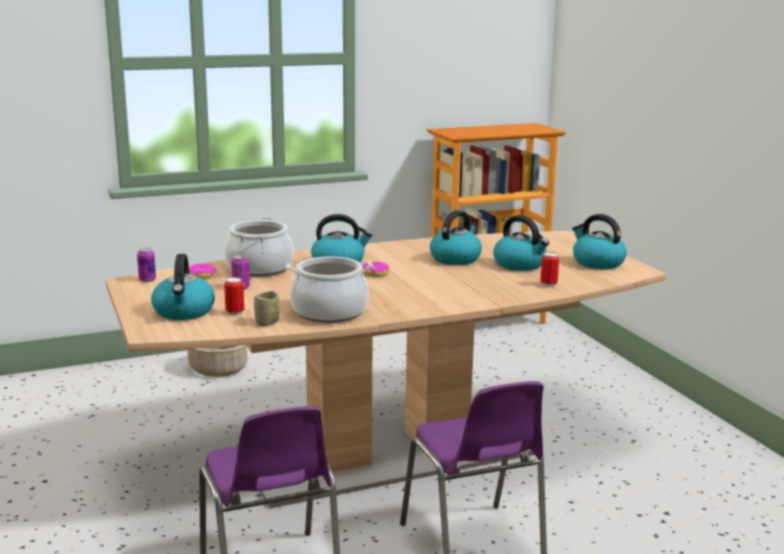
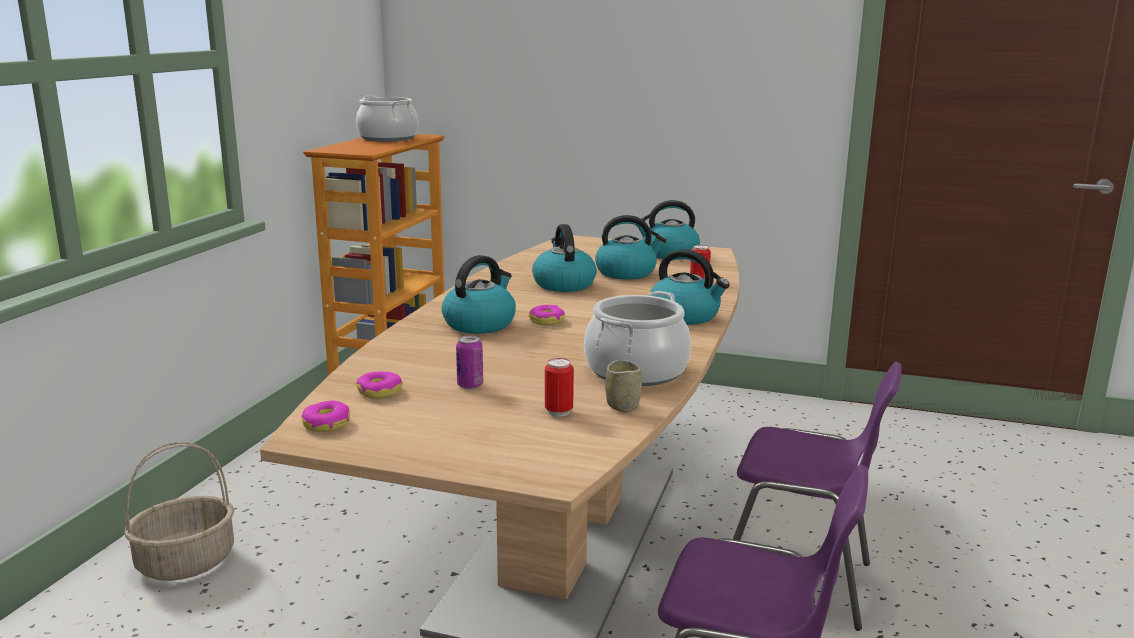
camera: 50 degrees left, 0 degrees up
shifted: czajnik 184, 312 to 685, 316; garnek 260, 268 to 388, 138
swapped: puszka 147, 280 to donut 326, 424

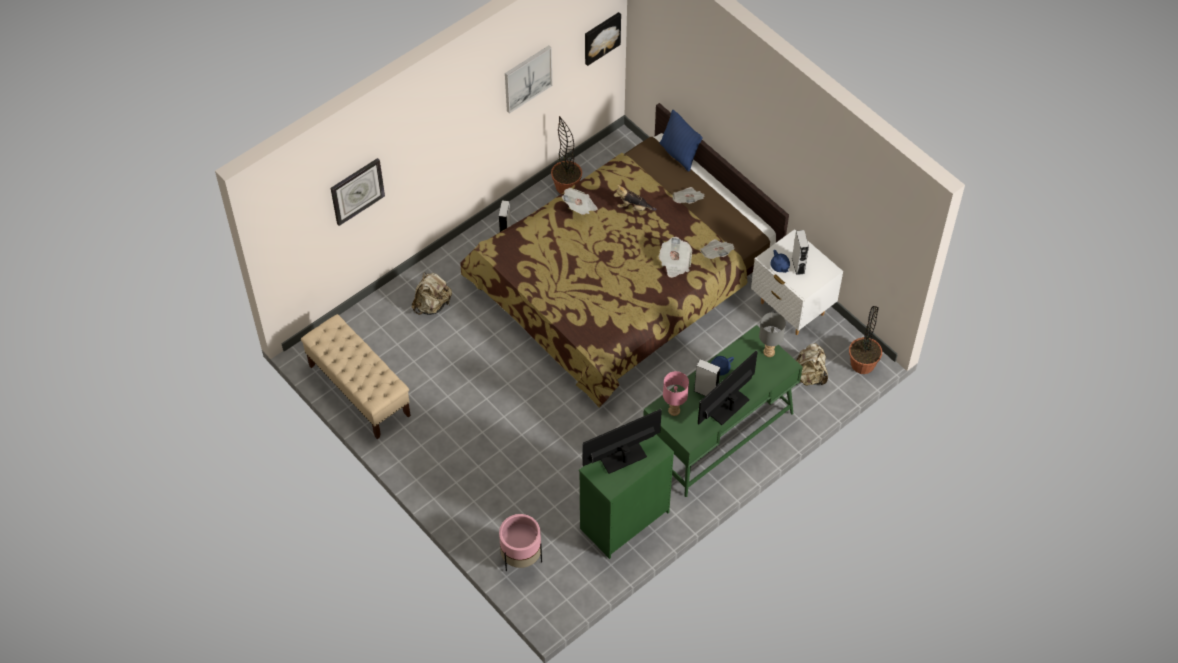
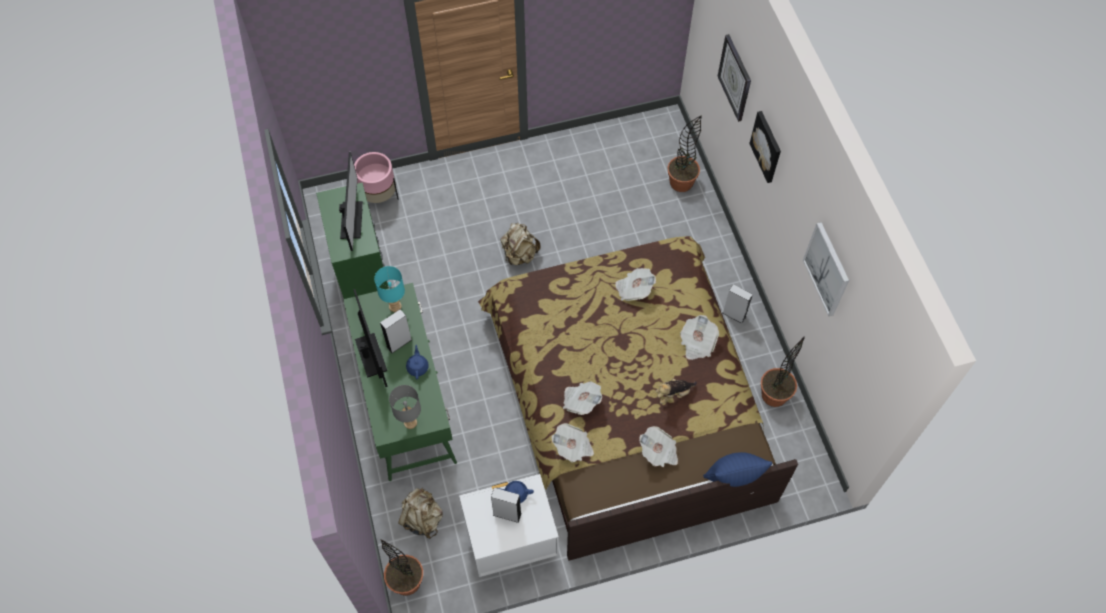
camera: 115 degrees right, 5 degrees up
gone: ławka/beżowy 359, 390
new: gazeta 634, 289; roślina doniczkowa 681, 182
shifted: plecak/beżowy 432, 305 to 519, 254; obraz 601, 37 to 767, 146
repainted: lampa stołowa/różowy 674, 410 to lampa stołowa/turkusowy 395, 307
rotated: pluszak 633, 208 = 673, 394 150 degrees counterclockwise

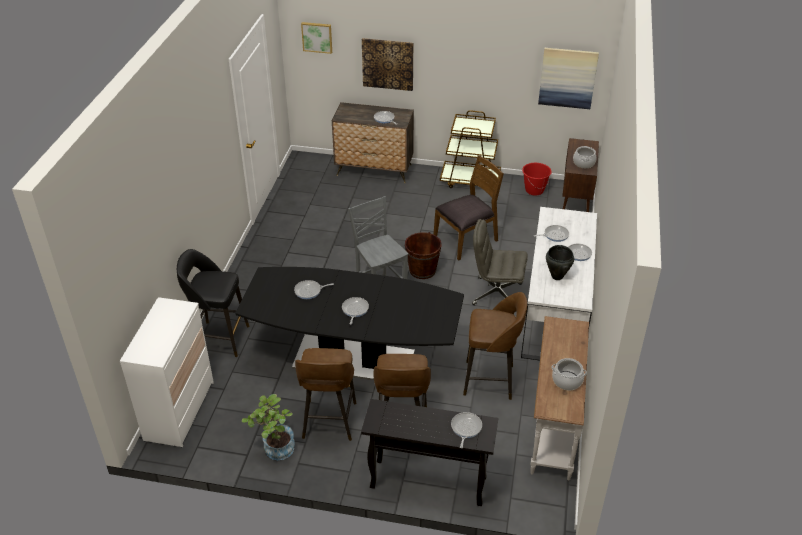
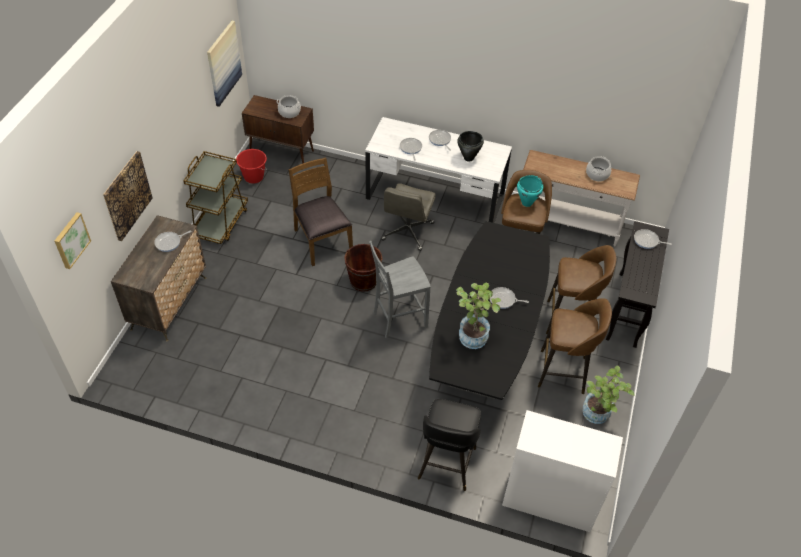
camera: 85 degrees left, 10 degrees up
new: garnek/turkusowy 526, 203
swapped: patelnia 309, 291 to roślina doniczkowa 473, 333

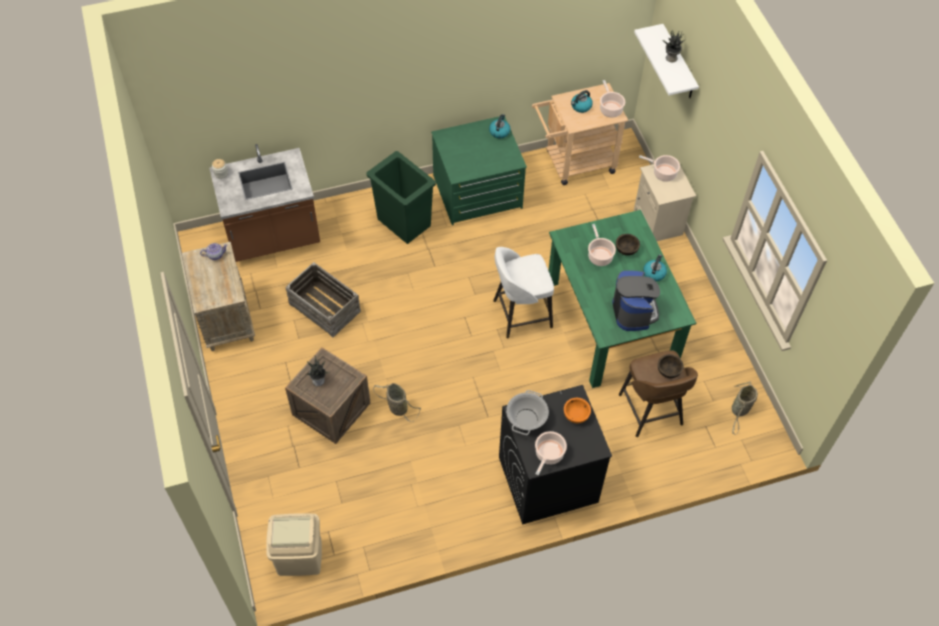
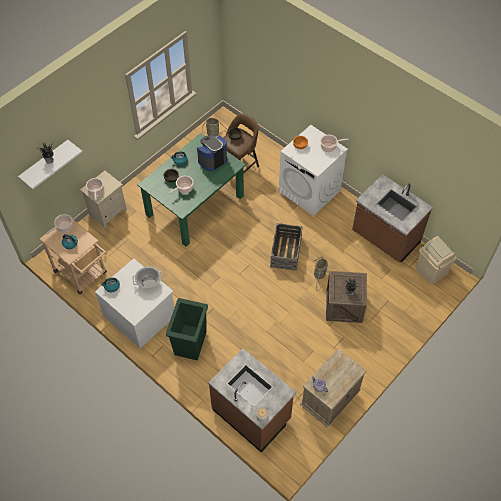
camera: 120 degrees left, 0 degrees up
gone: stołek/biały 520, 314
new: zabudowa kuchenna/brązowy 385, 238
shifted: skrzynka 324, 308 to 286, 252; garnek 526, 418 to 148, 282
repainted: komoda/zielony 477, 193 to komoda/biały 140, 315; pralka/czarny 547, 480 to pralka/biały 310, 191

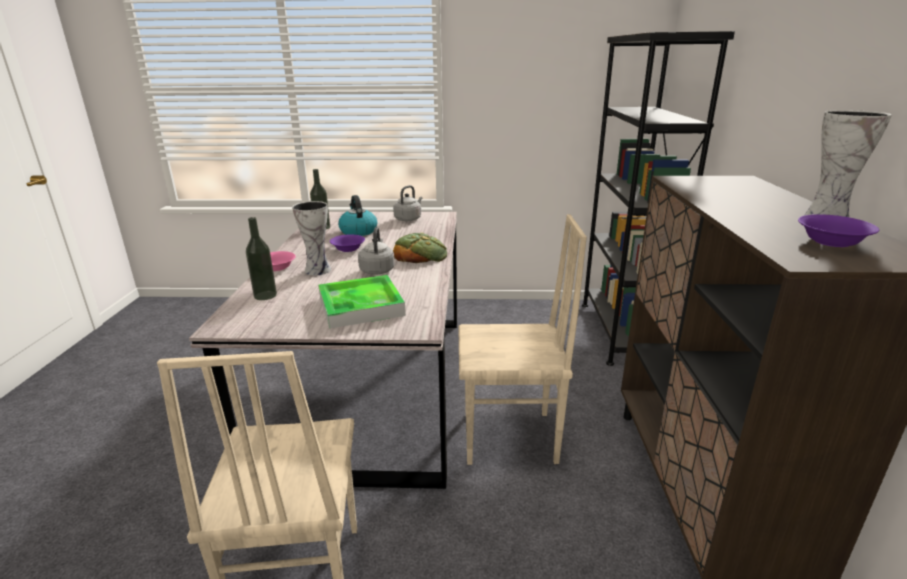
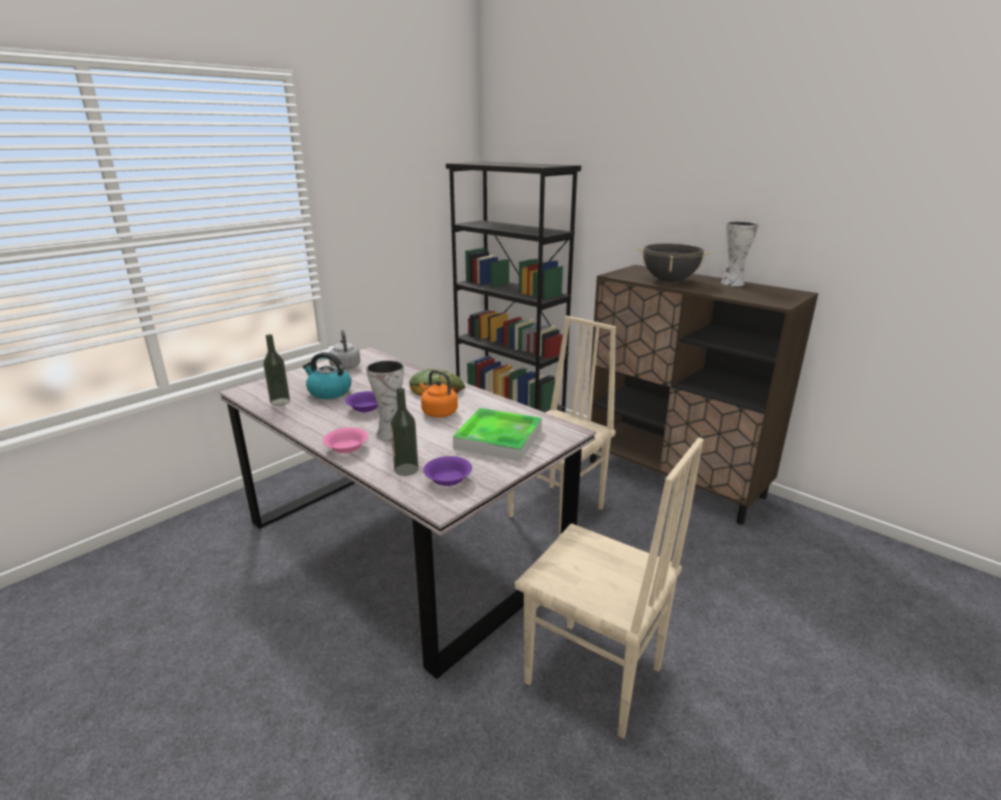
camera: 50 degrees left, 0 degrees up
new: garnek/czarny 669, 281
shifted: miska/fioletowy 833, 242 to 449, 480
repainted: czajnik/szary 377, 270 to czajnik/pomarańczowy 438, 412

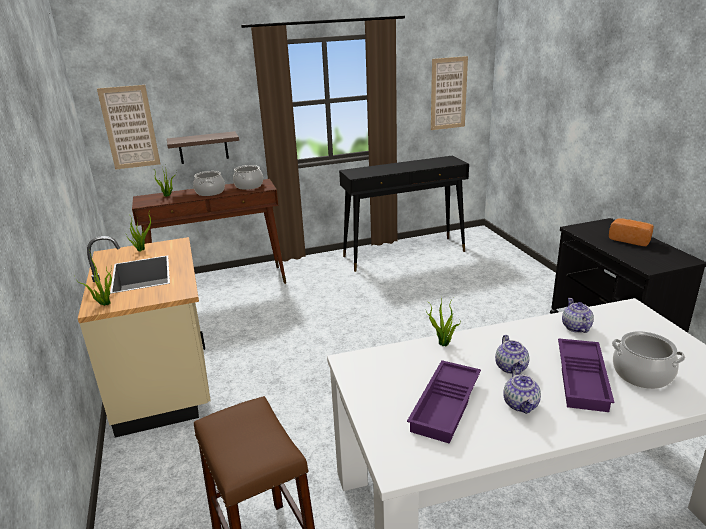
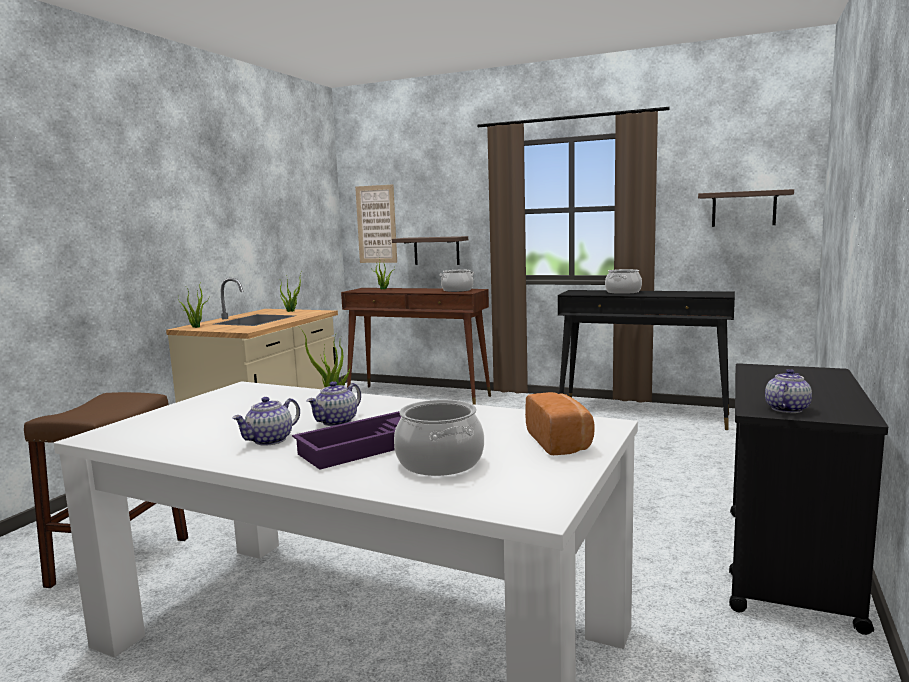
camera: 40 degrees right, 15 degrees down
gone: taca/fioletowy 447, 406
shifted: garnek 210, 192 to 623, 292; imbryk 575, 327 to 786, 409; chleb 630, 240 to 560, 442
swapped: obraz 448, 93 to półka 743, 209

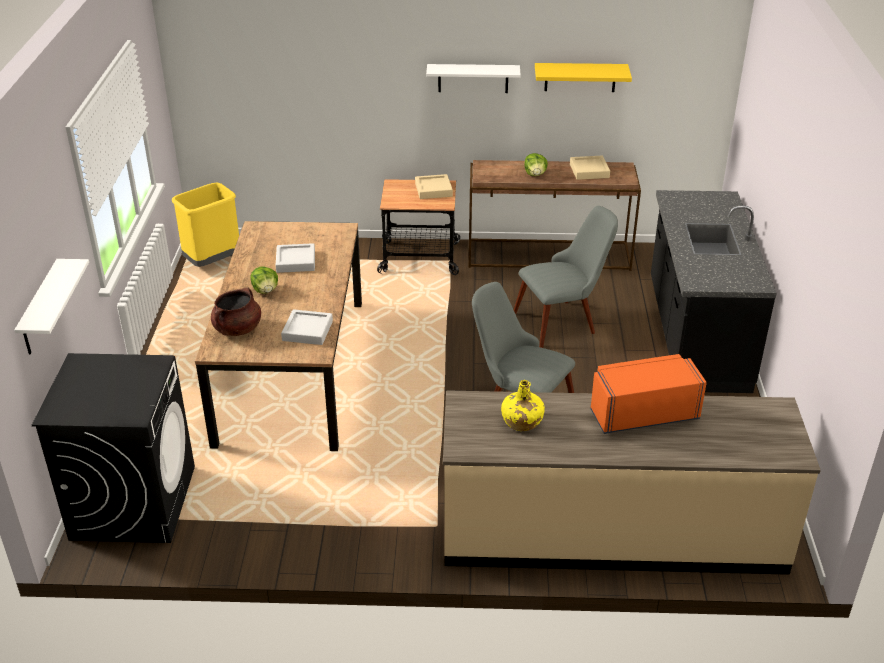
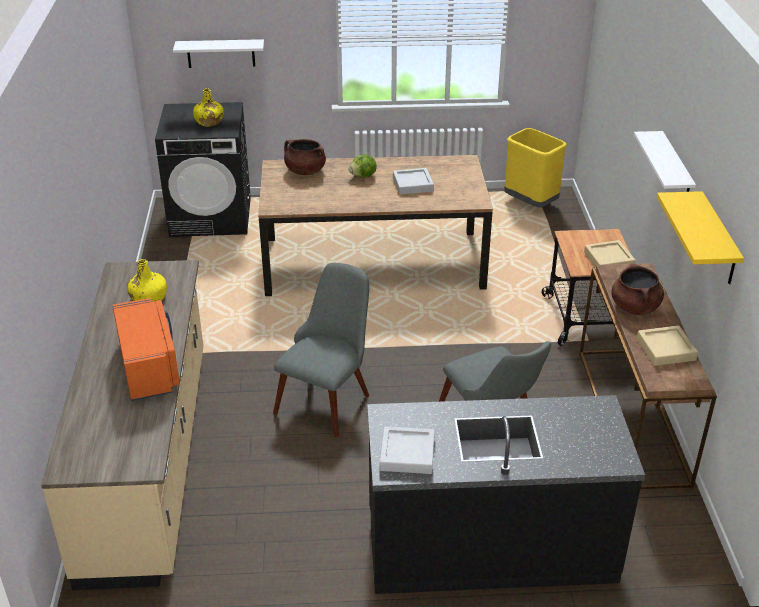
camera: 85 degrees right, 0 degrees up
new: butelka/żółty 209, 122
shifted: taca/szary 307, 331 to 407, 454
swapped: sałata 535, 174 to garnek/brązowy 635, 307

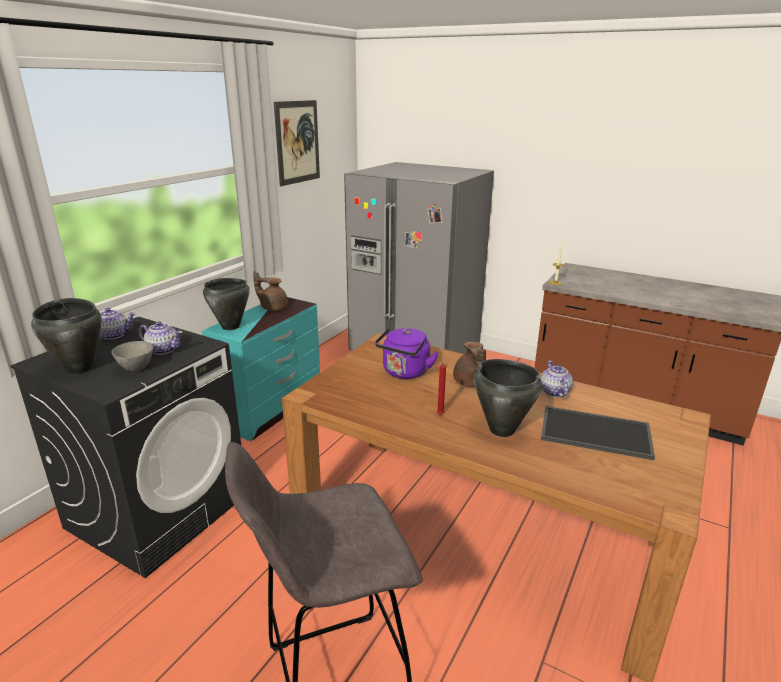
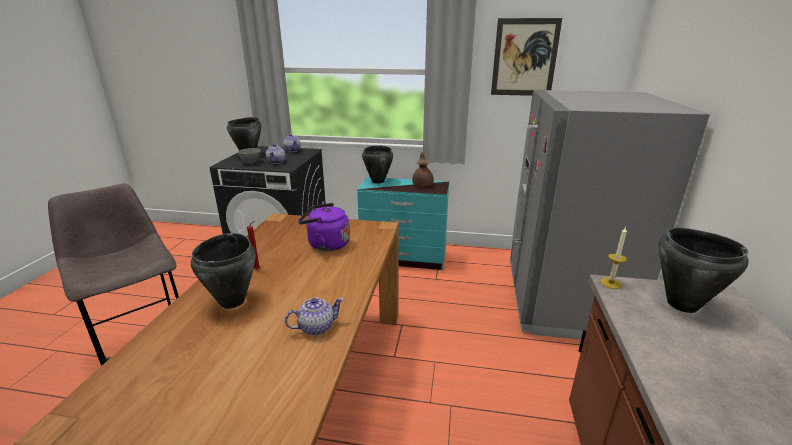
camera: 70 degrees right, 0 degrees up
gone: imbryk/brązowy 471, 383; taca 594, 433
new: garnek/czarny 681, 304

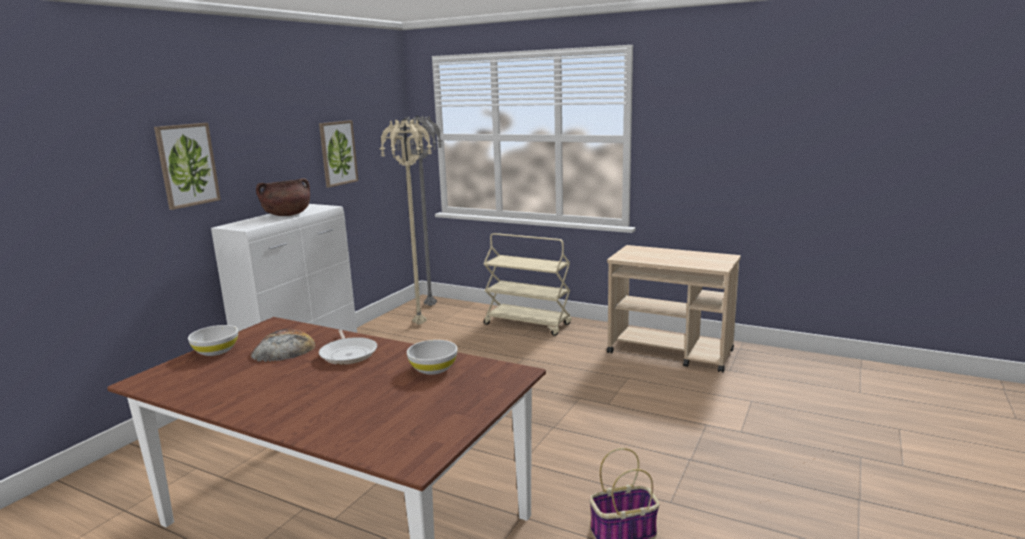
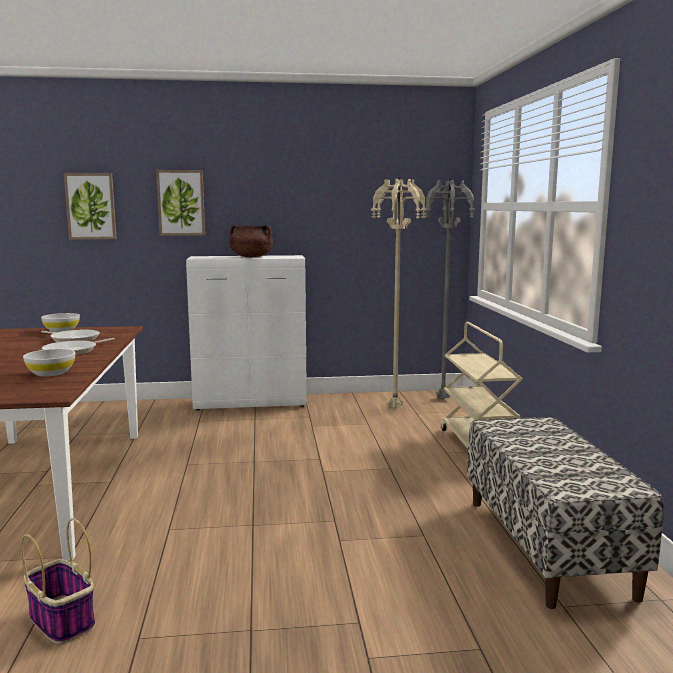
camera: 55 degrees right, 5 degrees down
shifted: obraz 338, 153 to 91, 206
swapped: chleb 284, 349 to patelnia 73, 339; wózek/beżowy 671, 352 to ławka 547, 545

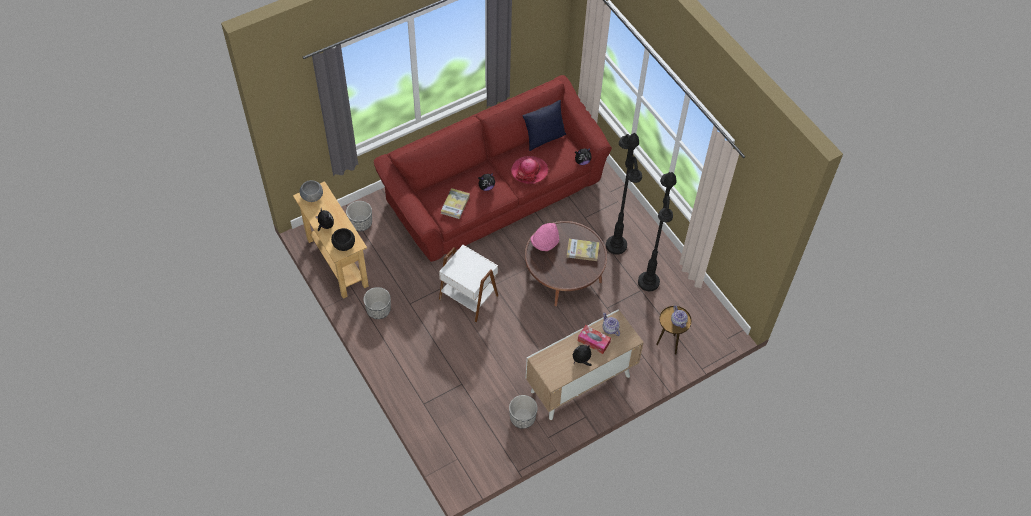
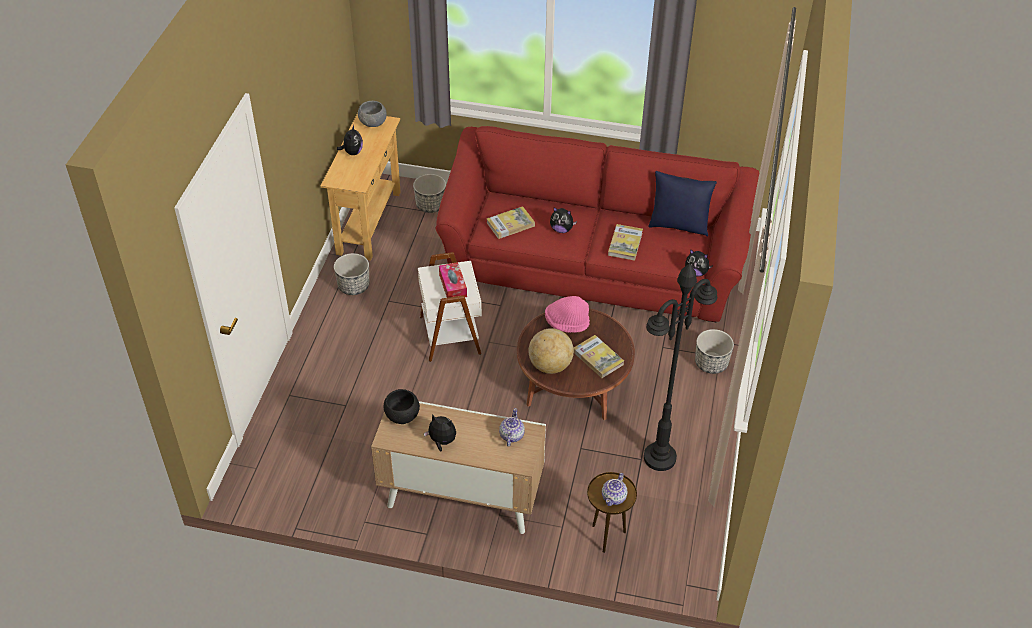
camera: 45 degrees right, 10 degrees down
gone: lampa stojąca/czarny 616, 246
new: globus 550, 366
shifted: miska/czarny 344, 244 to 402, 415; donica 522, 418 to 711, 363; pudełko chusteczek 593, 341 to 453, 285
swapped: kapelusz 529, 171 to książka 625, 244

